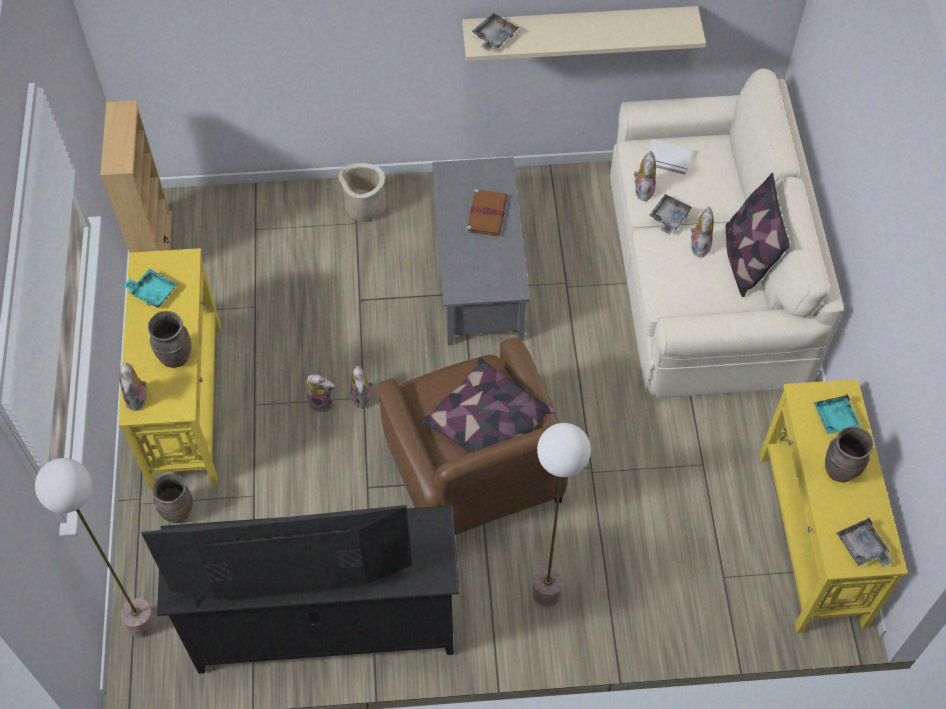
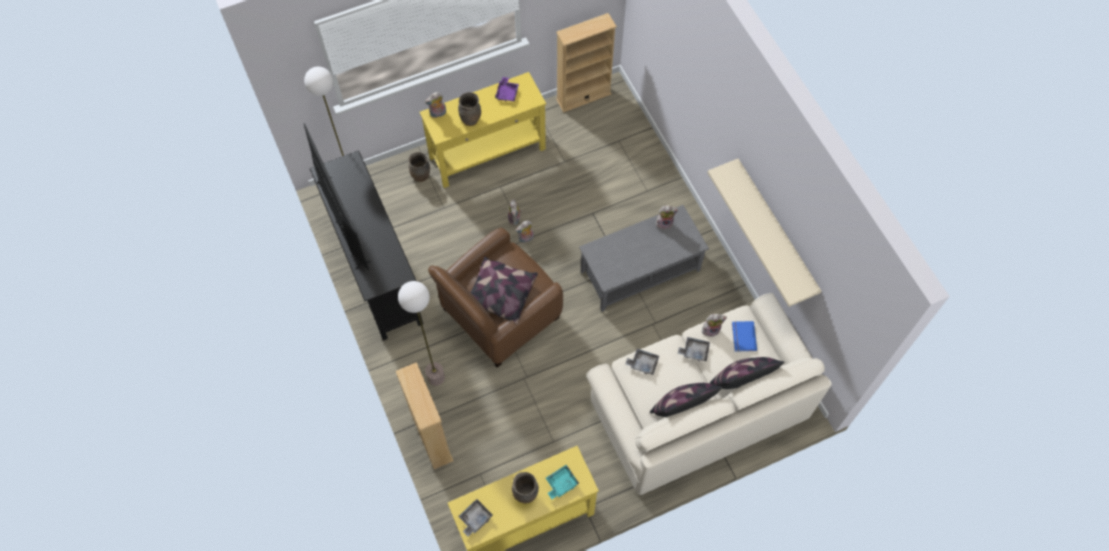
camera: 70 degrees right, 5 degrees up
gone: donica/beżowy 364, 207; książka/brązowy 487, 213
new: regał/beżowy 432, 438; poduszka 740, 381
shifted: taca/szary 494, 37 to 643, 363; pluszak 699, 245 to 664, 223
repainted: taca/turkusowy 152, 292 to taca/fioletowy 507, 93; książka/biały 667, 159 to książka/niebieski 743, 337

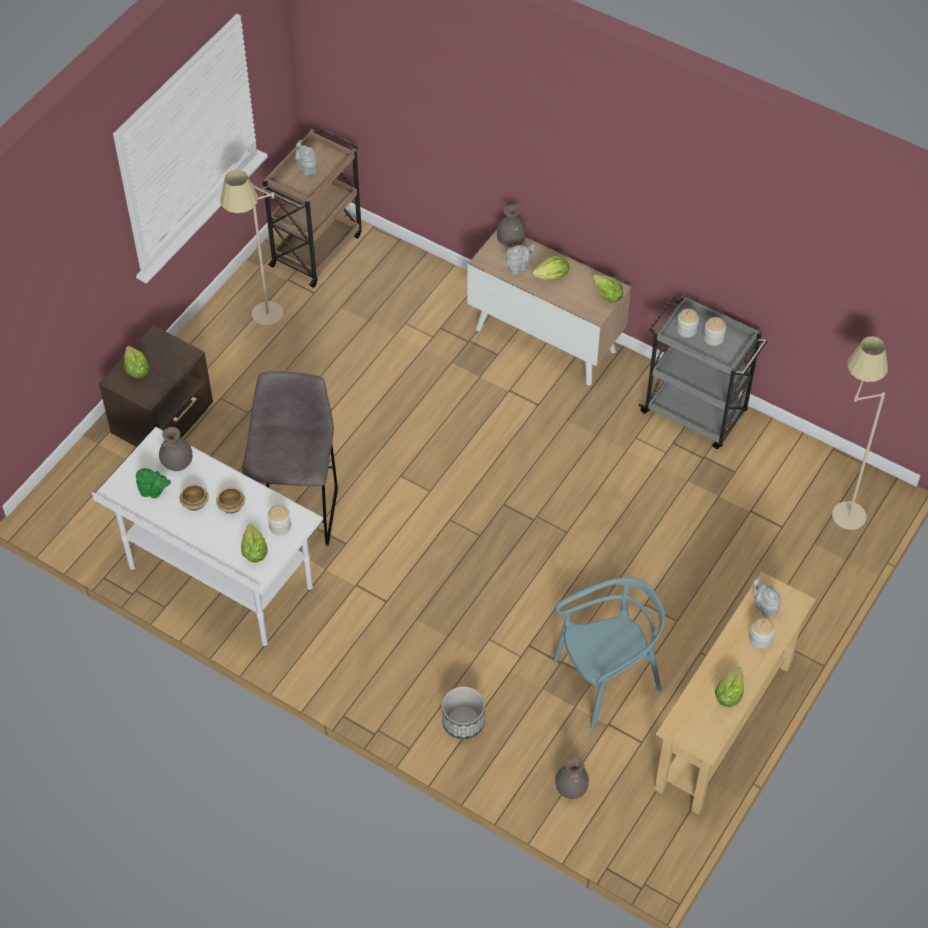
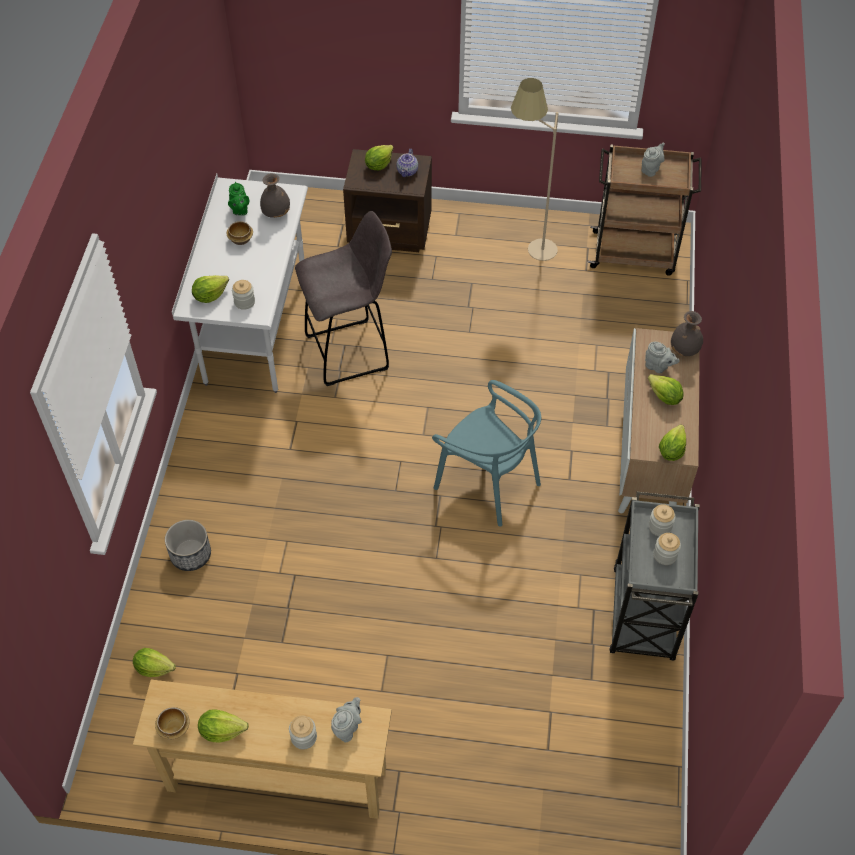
camera: 65 degrees right, 0 degrees up
gone: lampa stojąca/beżowy 839, 504
new: imbryk 408, 171
shifted: miska 232, 507 to 173, 729; krzesło/turkusowy 607, 679 to 488, 483
swapped: wazon/szary 571, 789 to sałata 154, 668

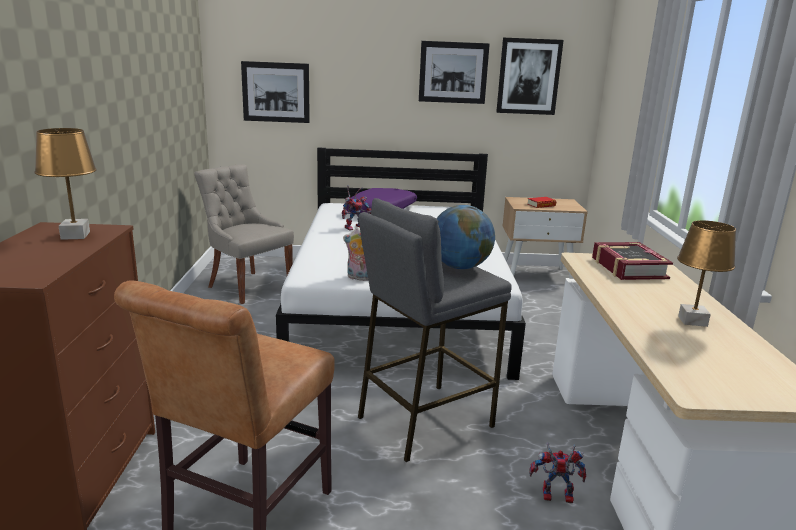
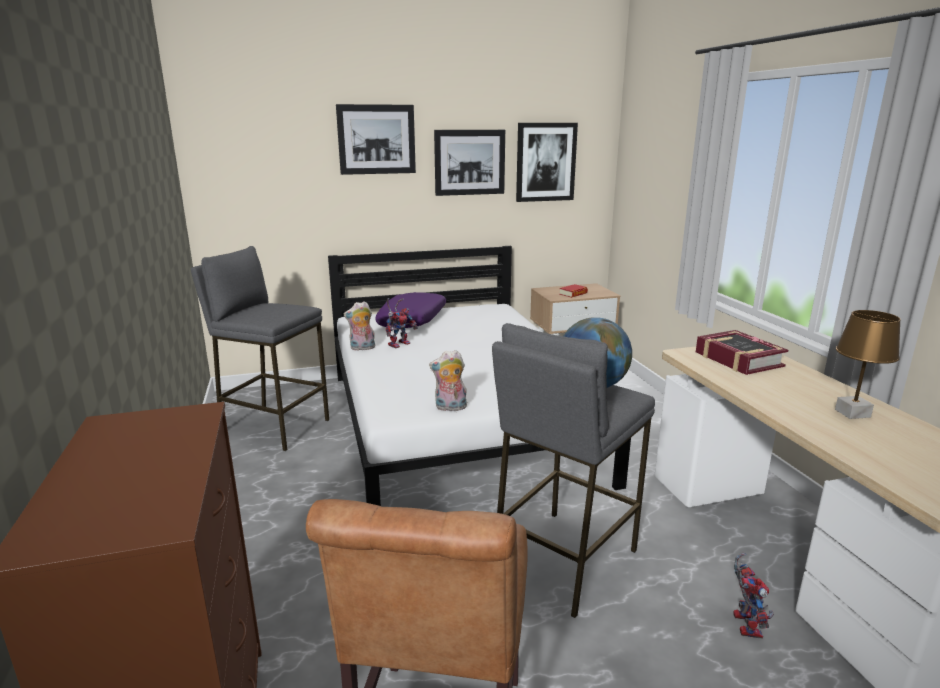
camera: 15 degrees left, 0 degrees up
gone: lampa stołowa/brązowy 75, 235
new: pluszak 362, 348
shifted: obraz 276, 92 to 376, 139
swapped: krzesło/szary 248, 286 to stołek/szary 274, 426
rotated: robot zabawkowy 554, 497 = 743, 622 105 degrees clockwise

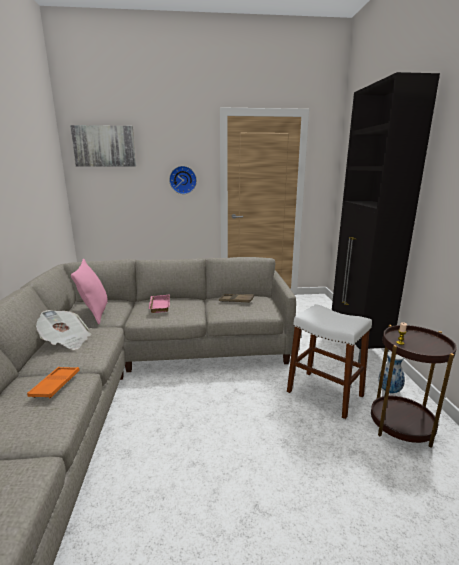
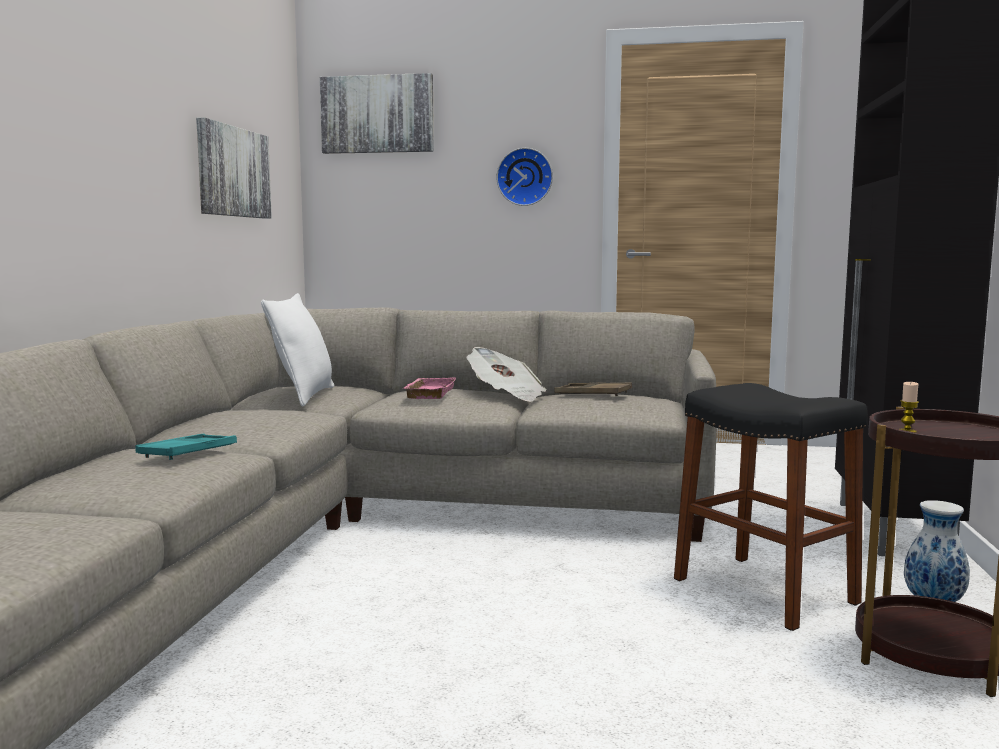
camera: 15 degrees right, 10 degrees down
new: obraz 233, 172
shifted: gazeta 65, 341 to 507, 395
repainted: taca/pomarańczowy 55, 385 to taca/turkusowy 188, 453; poduszka/różowy 95, 313 to poduszka/biały 304, 396; stołek/biały 325, 393 to stołek/czarny 764, 591

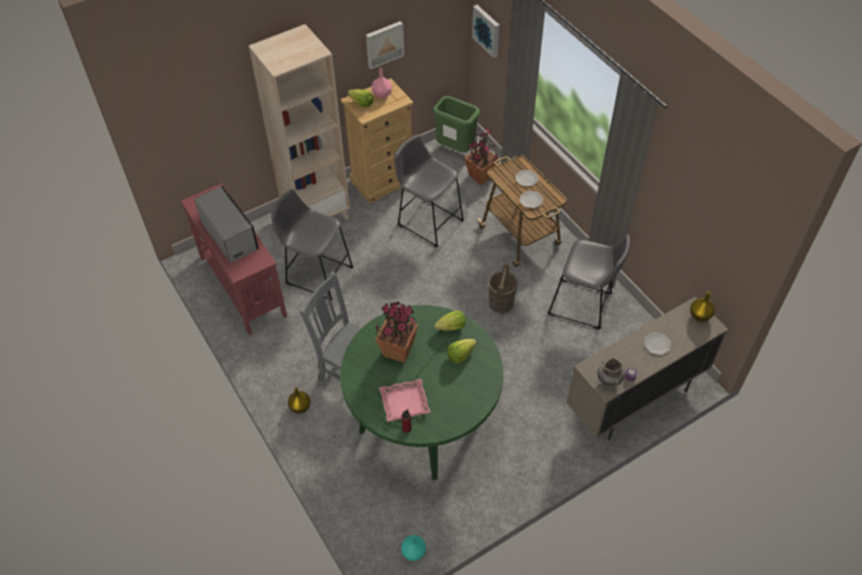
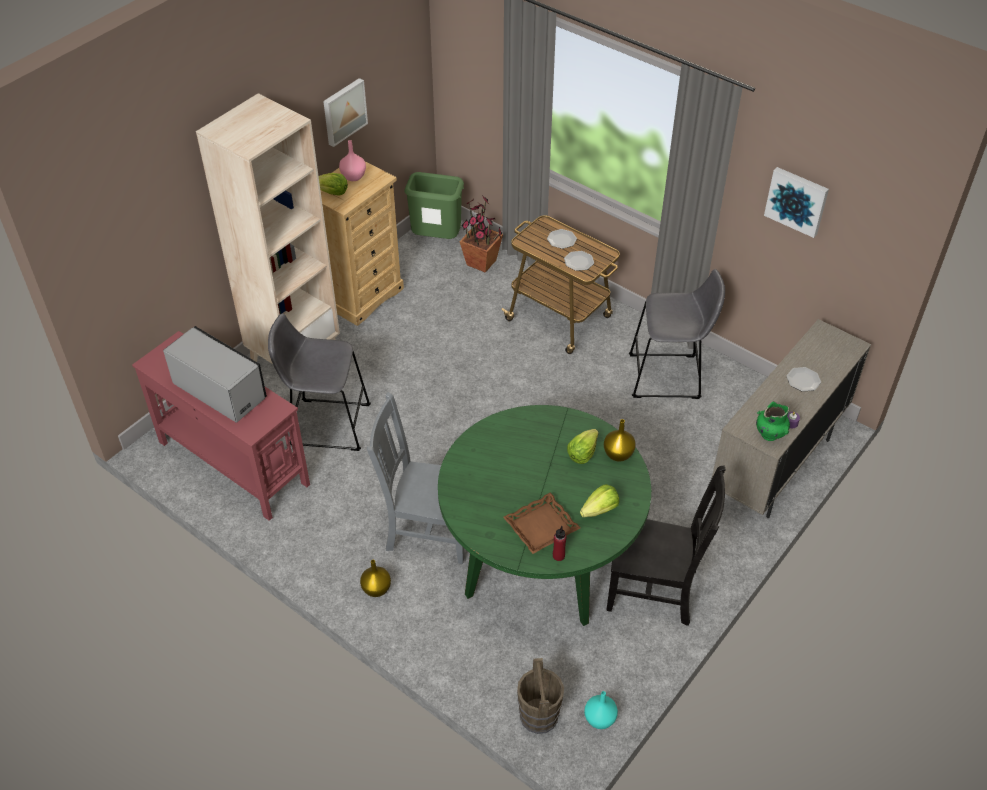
camera: 20 degrees left, 5 degrees down
gone: roślina doniczkowa 398, 350; stołek/szary 428, 221
new: krzesło/czarny 655, 590
shifted: sałata 451, 327 to 600, 510; obraz 487, 30 to 797, 200; wiadro/brązowy 501, 303 to 539, 716; wazon/żółty 700, 316 to 618, 455
repainted: taca/różowy 404, 403 to taca/brązowy 541, 527; wazon/szary 608, 381 to wazon/zielony 769, 434

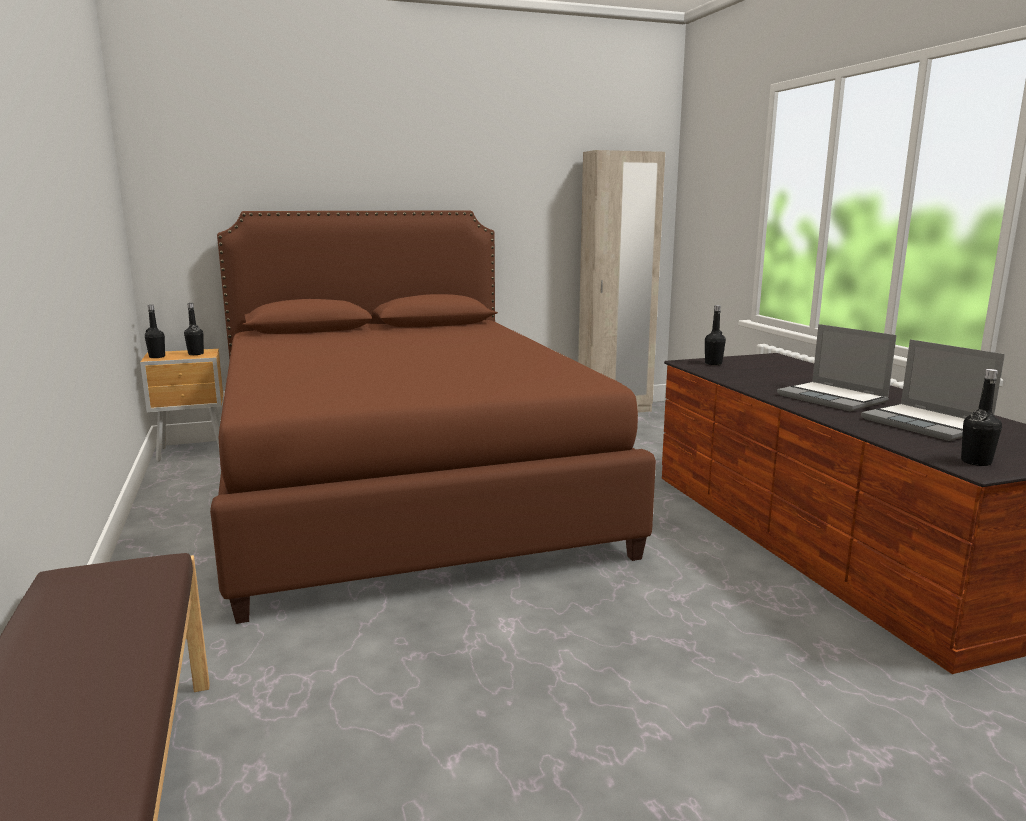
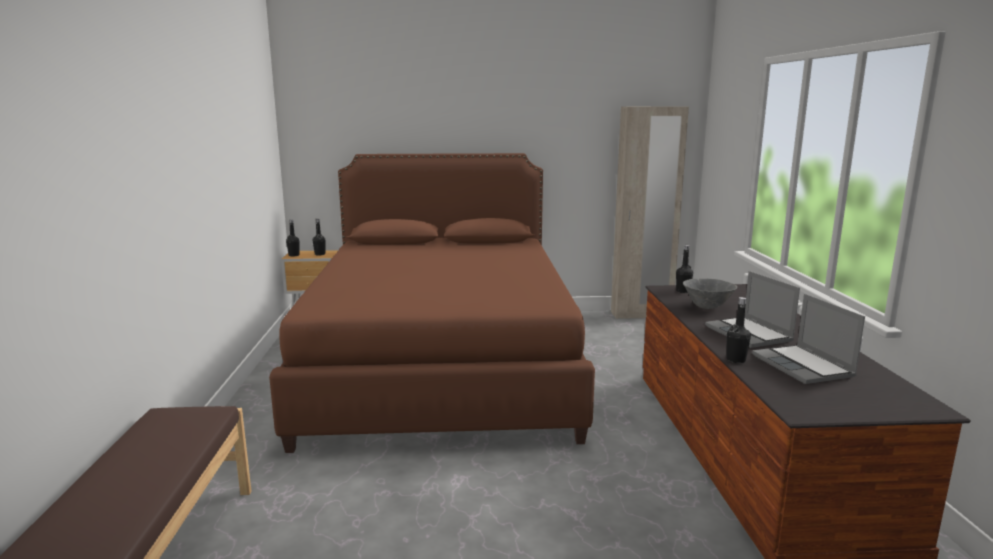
camera: 15 degrees right, 0 degrees up
new: miska/szary 707, 307
shifted: butelka/czarny 976, 462 to 736, 360

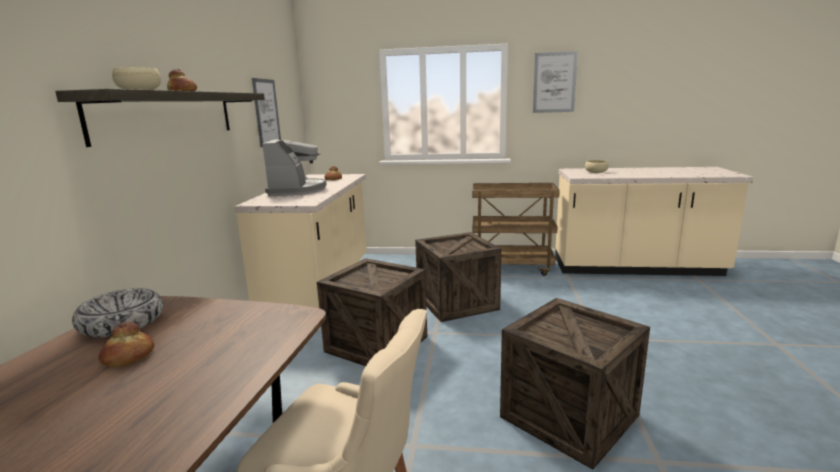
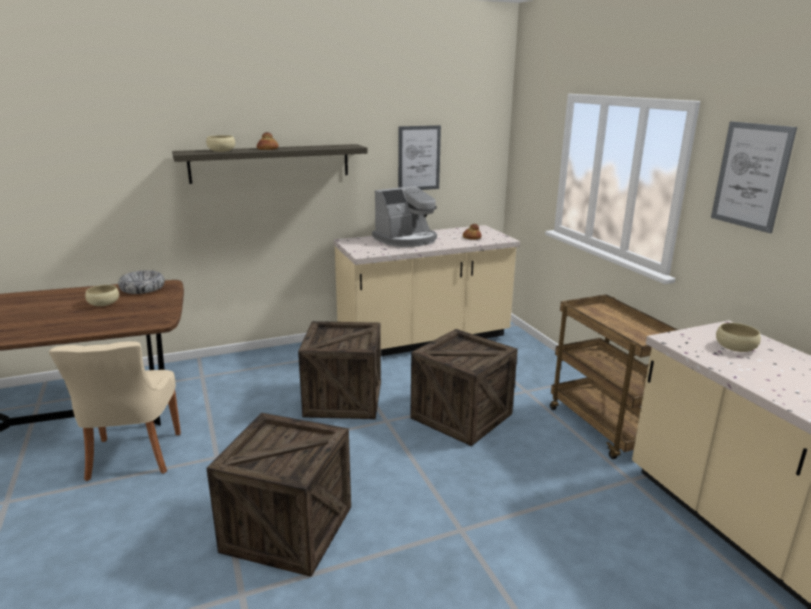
camera: 60 degrees right, 5 degrees up
swapped: chleb 128, 357 to miska/beżowy 104, 303

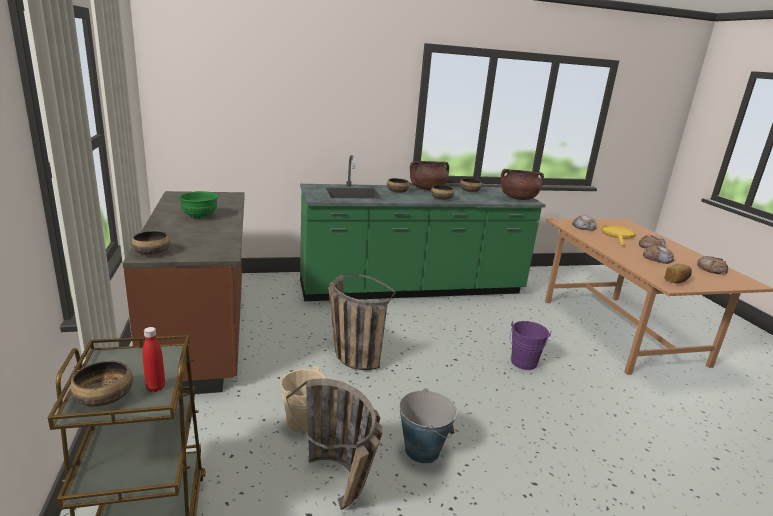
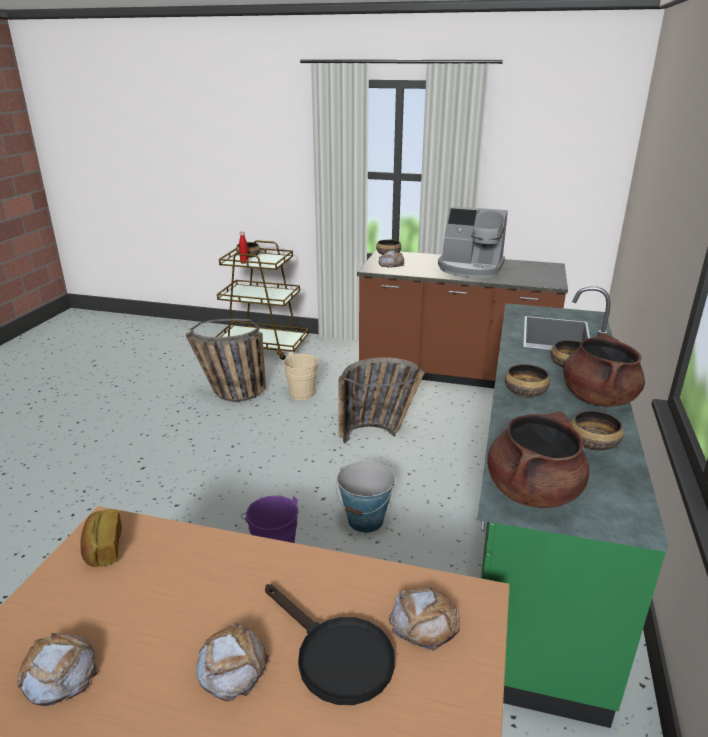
camera: 120 degrees right, 5 degrees up
shifted: wiadro 422, 450 to 366, 520; chleb 657, 258 to 391, 264
swapped: miska/zielony 199, 217 to ekspres do kawy 470, 268
repainted: patelnia/żółty 618, 235 to patelnia/czarny 335, 655

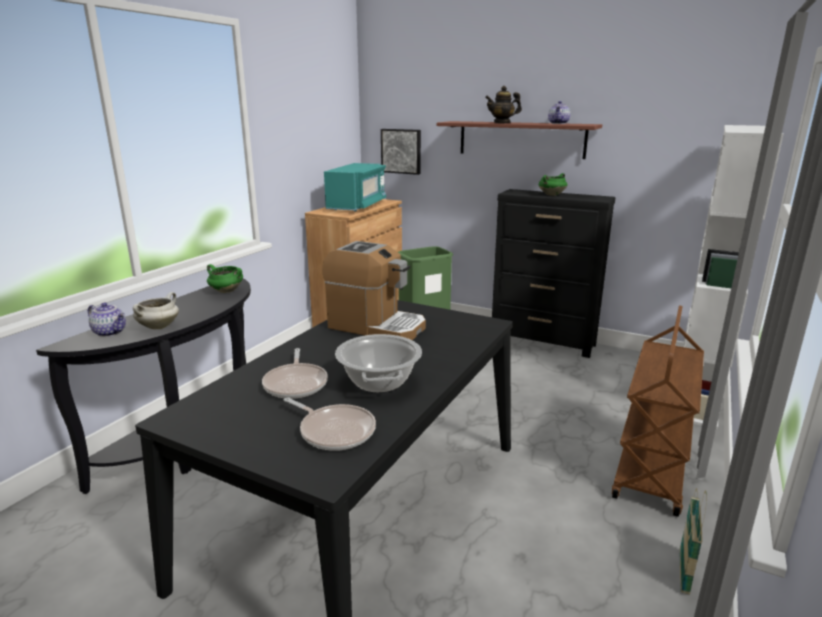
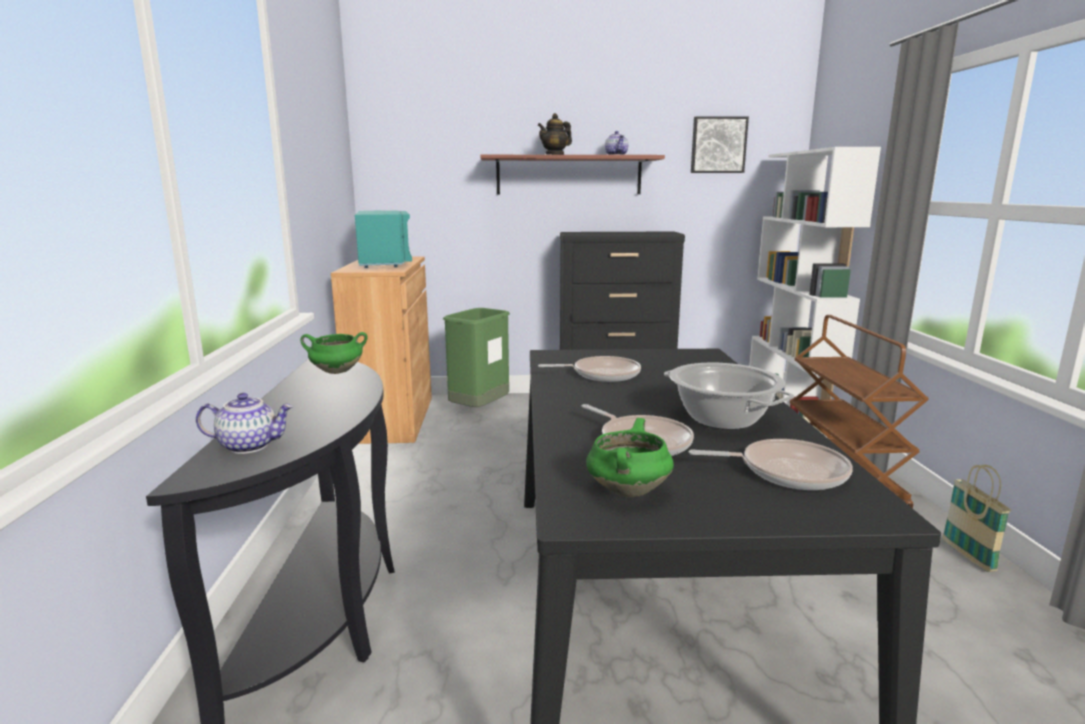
camera: 30 degrees left, 5 degrees down
gone: garnek/biały 159, 326
shifted: obraz 401, 151 to 718, 145; garnek/zielony 552, 195 to 627, 490
swapped: ekspres do kawy 376, 326 to patelnia 602, 374

